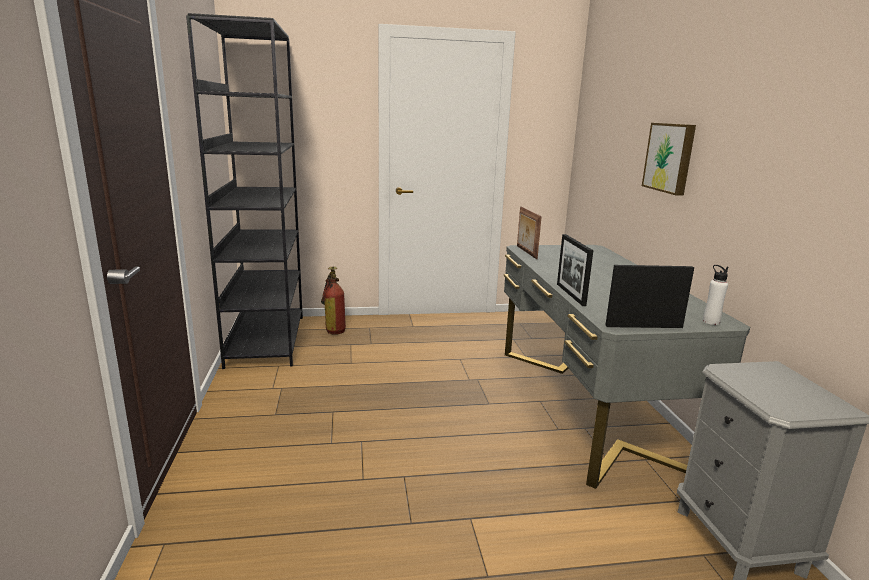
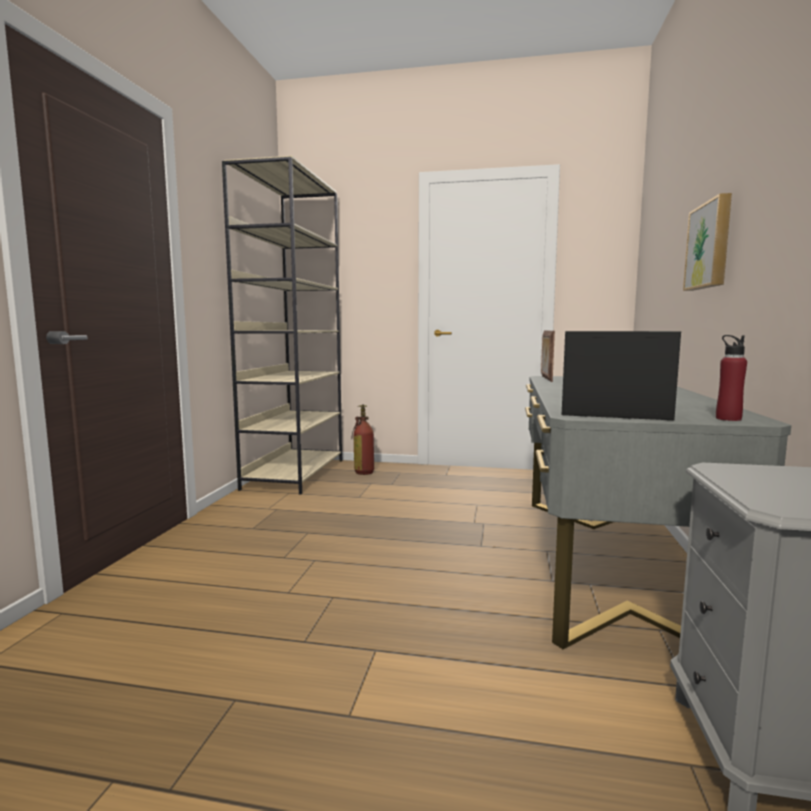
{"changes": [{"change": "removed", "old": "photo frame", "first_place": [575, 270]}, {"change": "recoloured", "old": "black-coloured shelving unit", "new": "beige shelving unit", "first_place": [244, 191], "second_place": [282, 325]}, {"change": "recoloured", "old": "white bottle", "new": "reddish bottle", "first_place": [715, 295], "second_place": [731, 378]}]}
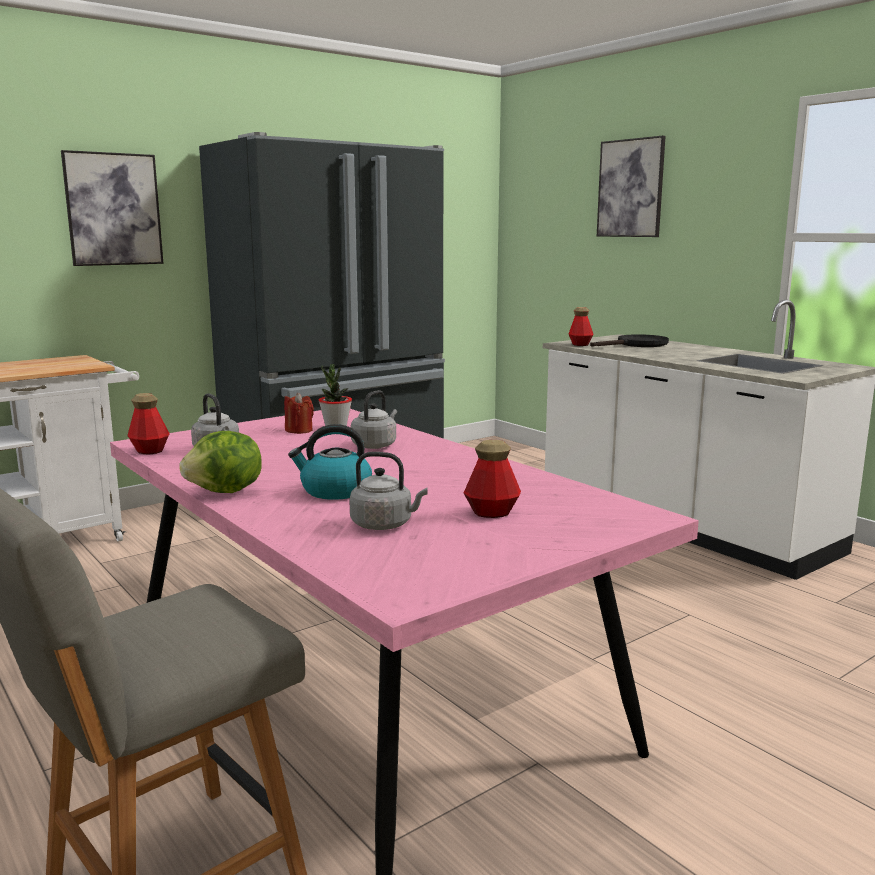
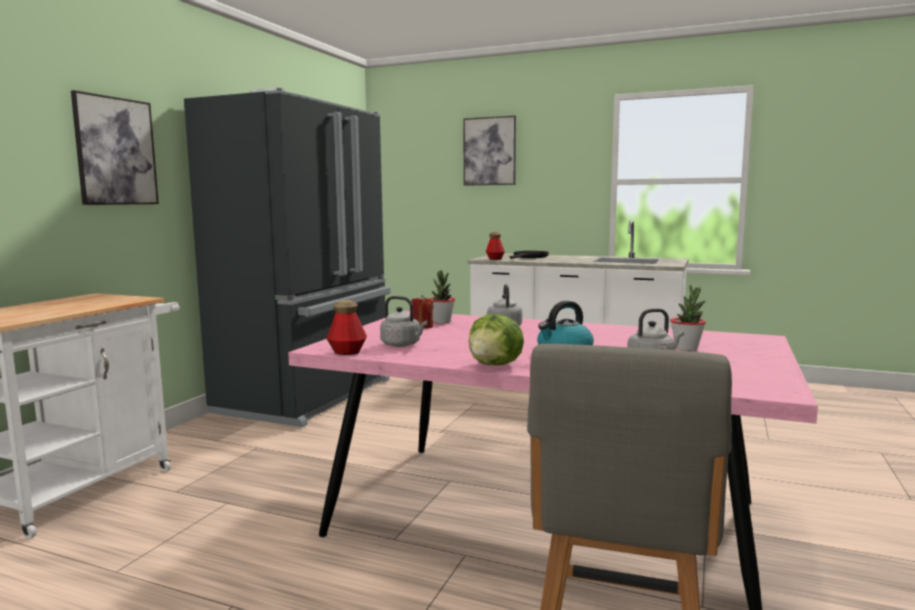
{"changes": [{"change": "replaced", "old": "bottle", "new": "houseplant", "first_place": [492, 479], "second_place": [688, 318]}]}
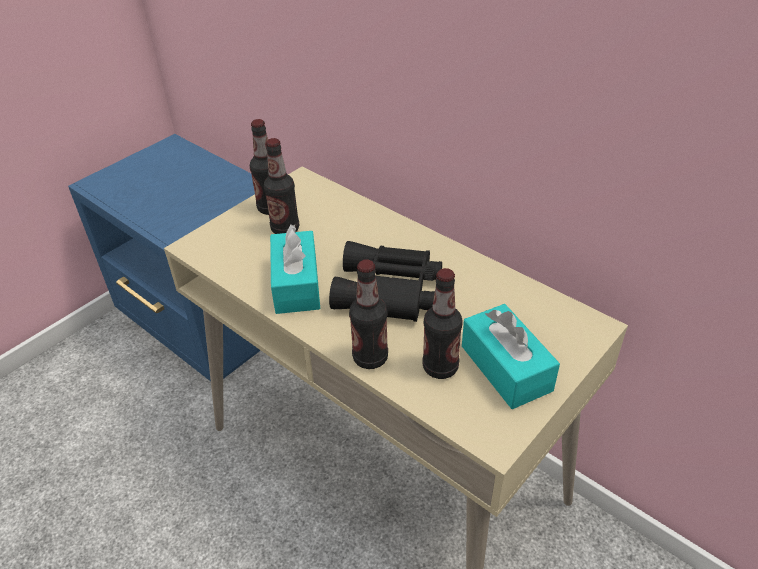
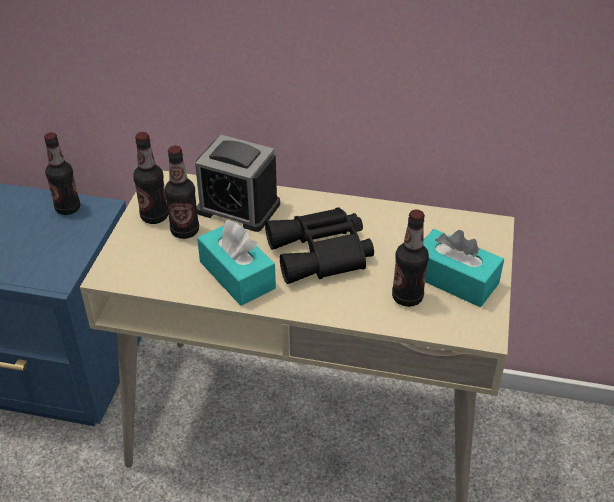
{"changes": [{"change": "added", "new": "alarm clock", "second_place": [237, 183]}, {"change": "moved", "old": "bottle", "first_place": [368, 314], "second_place": [62, 173]}]}
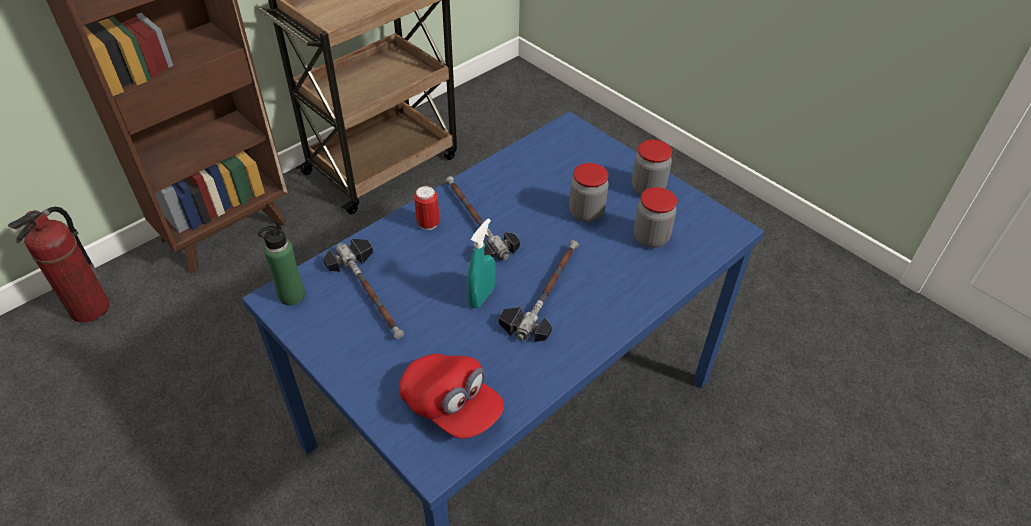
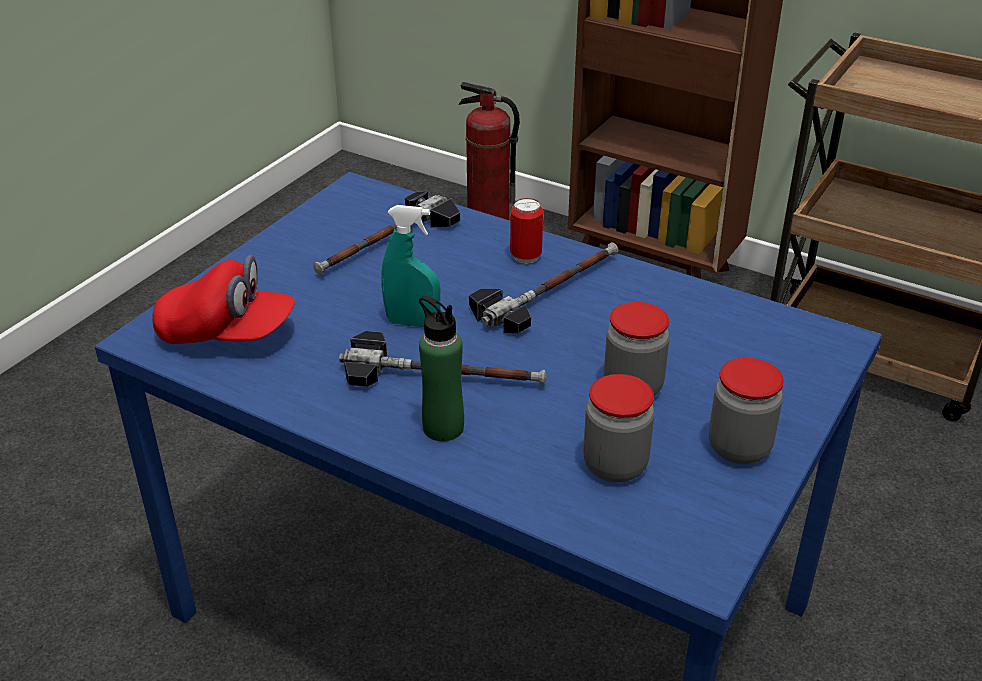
{"changes": [{"change": "moved", "old": "greenish bottle", "first_place": [281, 263], "second_place": [441, 368]}, {"change": "turned", "old": "reddish baseball cap", "first_place": [451, 396], "second_place": [223, 299], "degrees": -105}]}
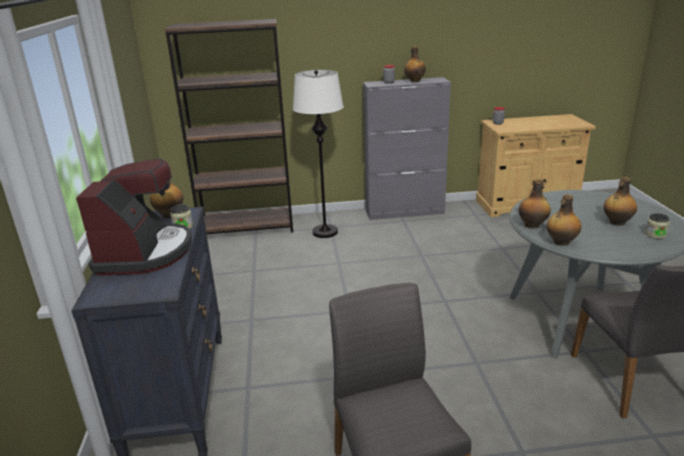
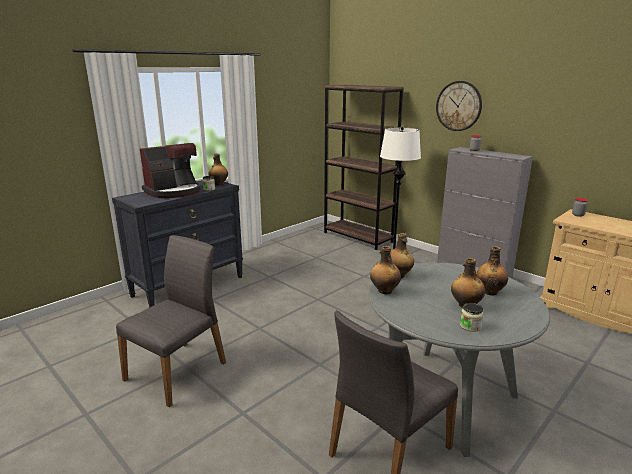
{"changes": [{"change": "added", "new": "wall clock", "second_place": [459, 106]}, {"change": "moved", "old": "bottle", "first_place": [415, 64], "second_place": [492, 271]}]}
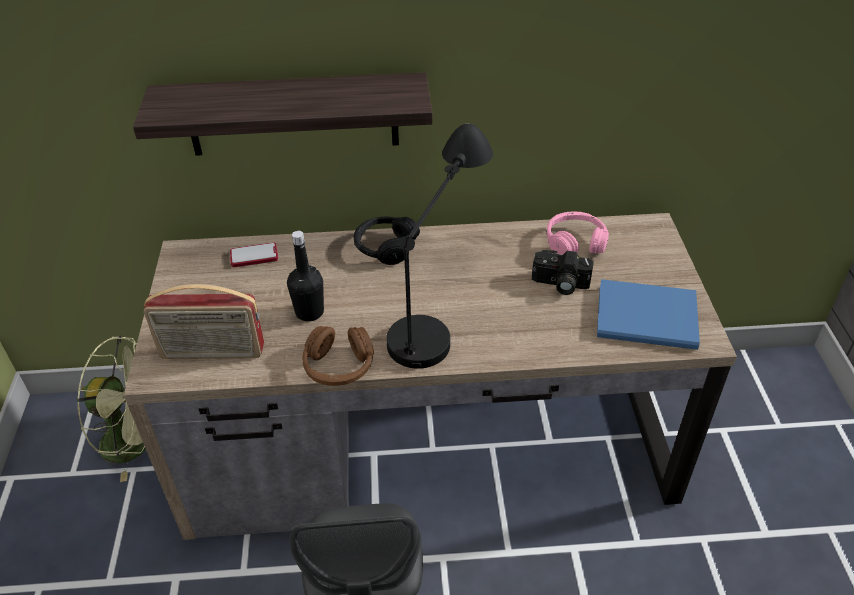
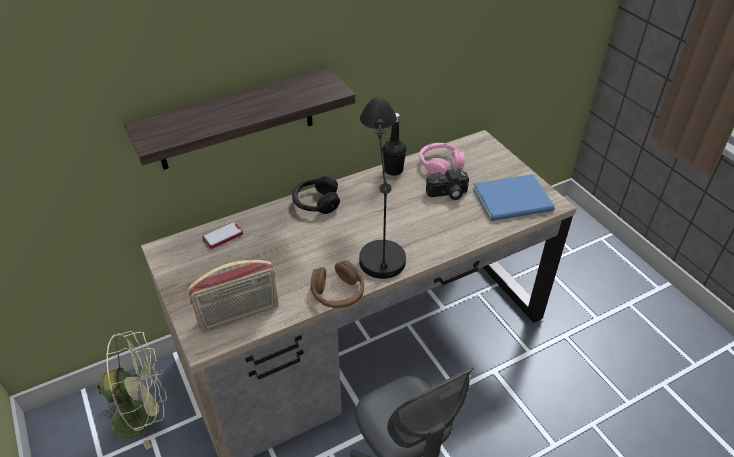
{"changes": [{"change": "moved", "old": "black-coloured bottle", "first_place": [305, 276], "second_place": [394, 144]}]}
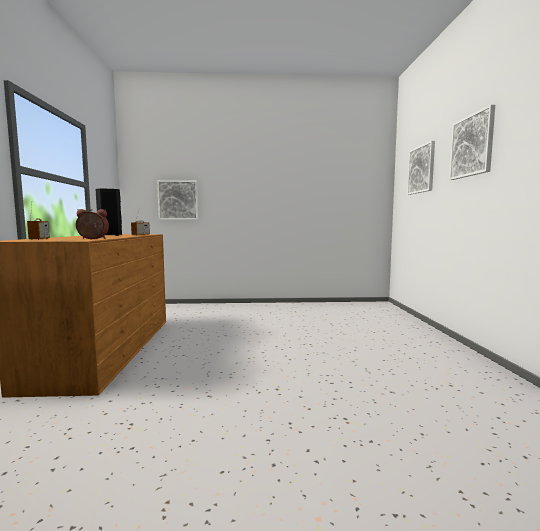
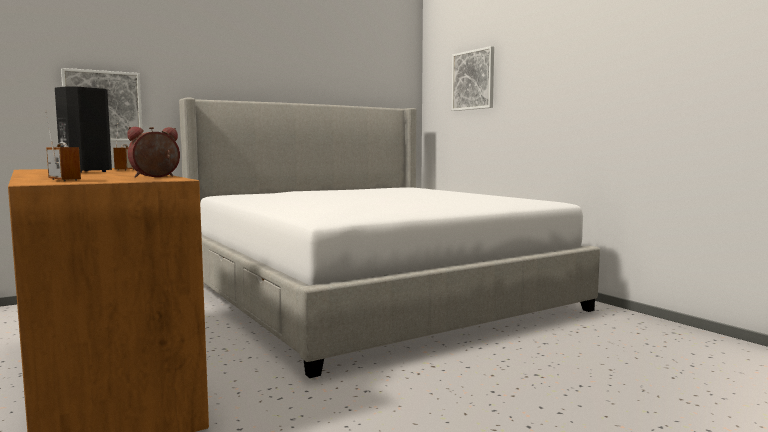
{"changes": [{"change": "removed", "old": "wall art", "first_place": [472, 142]}, {"change": "added", "new": "bedroom bed", "second_place": [389, 238]}]}
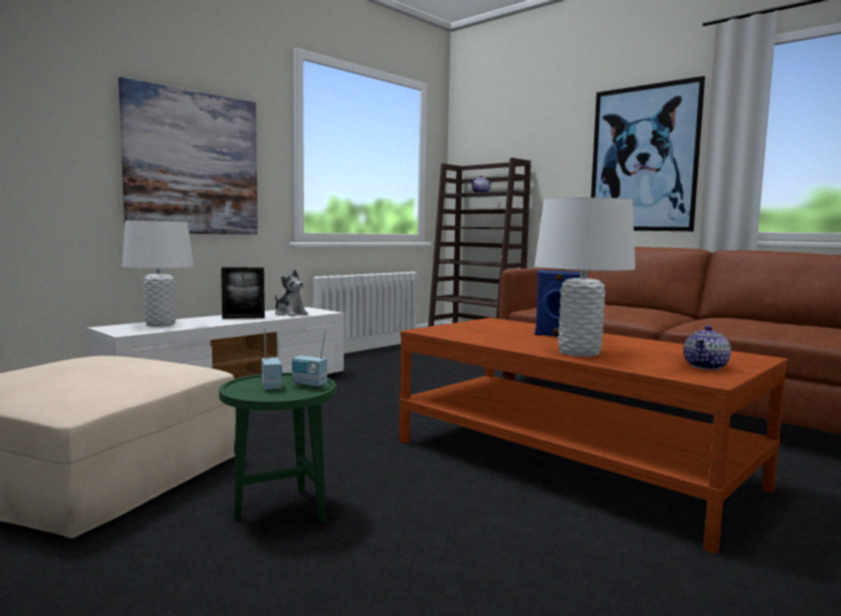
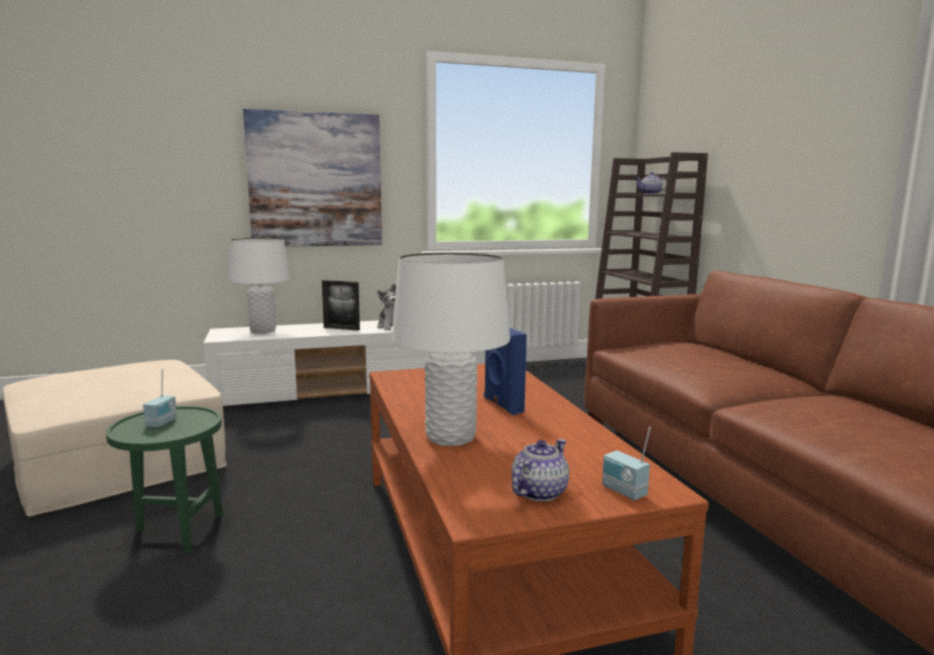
{"changes": [{"change": "removed", "old": "wall art", "first_place": [648, 153]}, {"change": "moved", "old": "radio receiver", "first_place": [309, 358], "second_place": [626, 463]}, {"change": "turned", "old": "pot for tea", "first_place": [707, 347], "second_place": [540, 470], "degrees": 150}]}
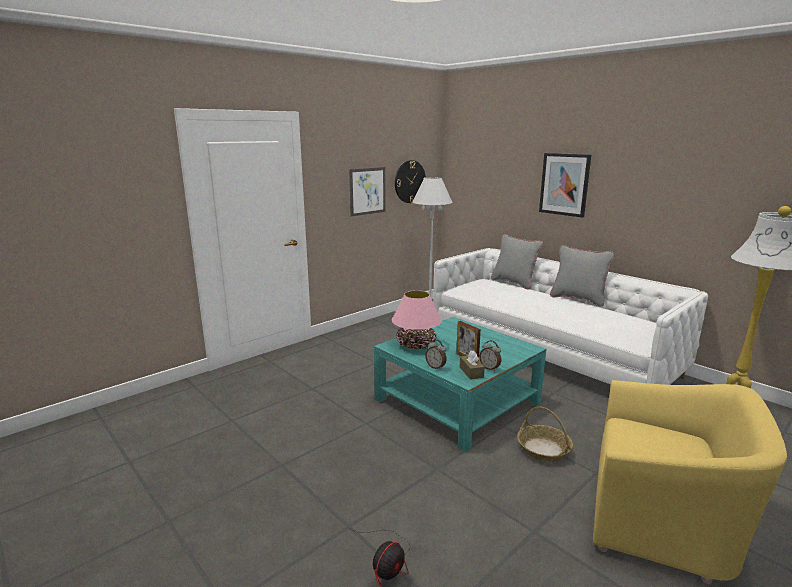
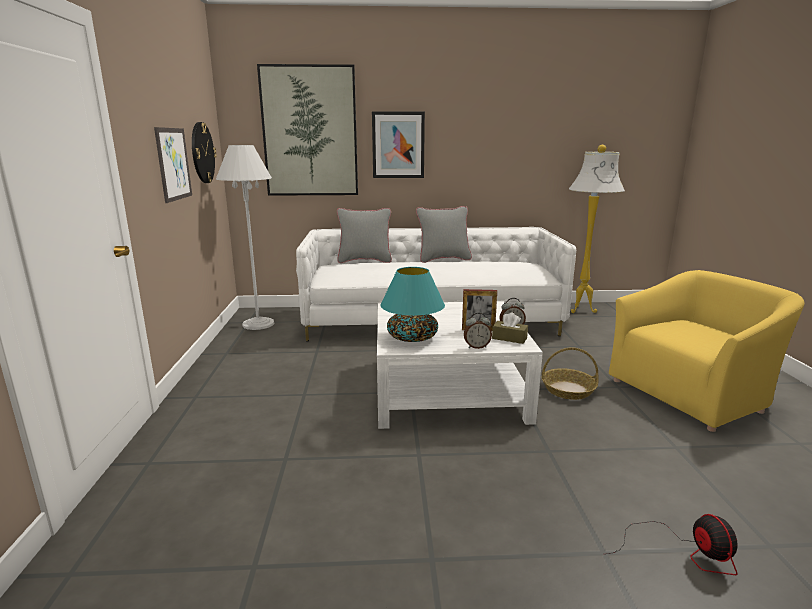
{"changes": [{"change": "added", "new": "wall art", "second_place": [307, 130]}, {"change": "recoloured", "old": "blue-green low table", "new": "white low table", "first_place": [460, 384], "second_place": [460, 365]}, {"change": "recoloured", "old": "pinkish table lamp", "new": "blue-green table lamp", "first_place": [417, 319], "second_place": [412, 304]}]}
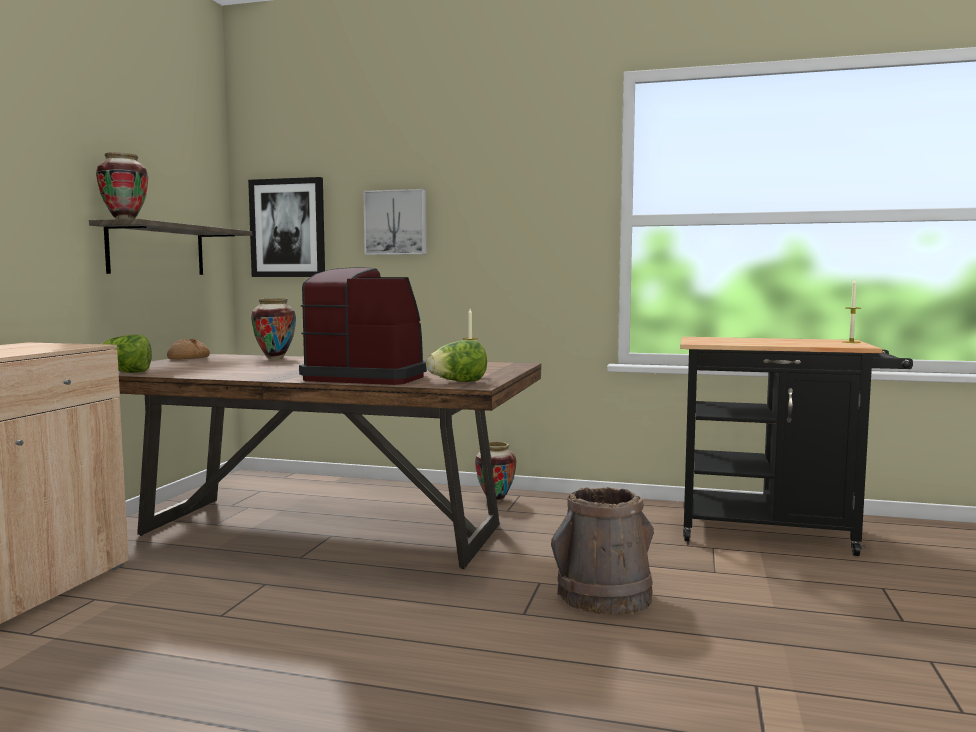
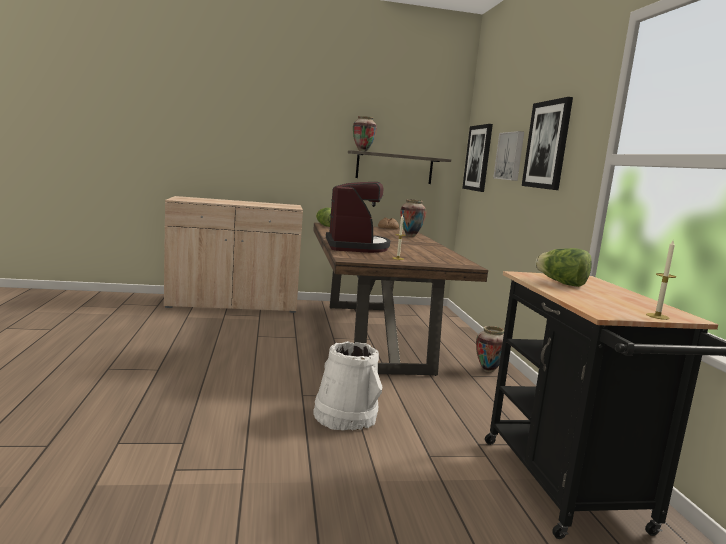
{"changes": [{"change": "added", "new": "wall art", "second_place": [547, 143]}, {"change": "moved", "old": "lettuce", "first_place": [456, 361], "second_place": [563, 267]}, {"change": "recoloured", "old": "brown bucket", "new": "white bucket", "first_place": [602, 551], "second_place": [347, 385]}]}
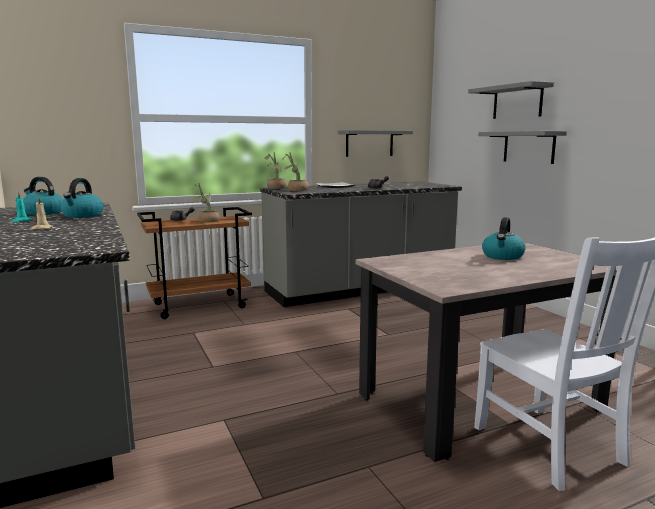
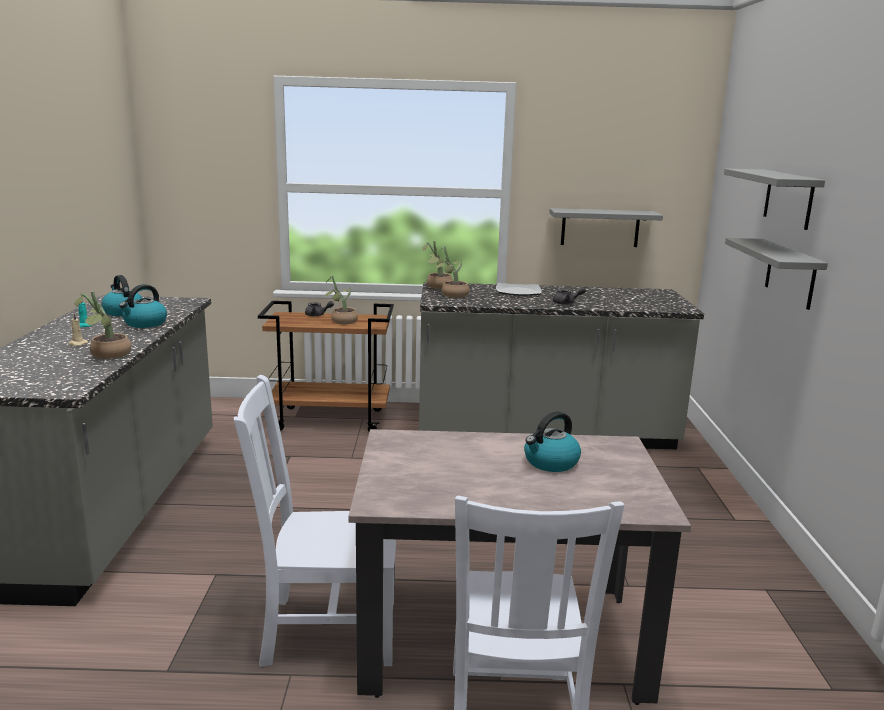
{"changes": [{"change": "added", "new": "houseplant", "second_place": [102, 325]}, {"change": "added", "new": "white upright chair", "second_place": [315, 521]}]}
